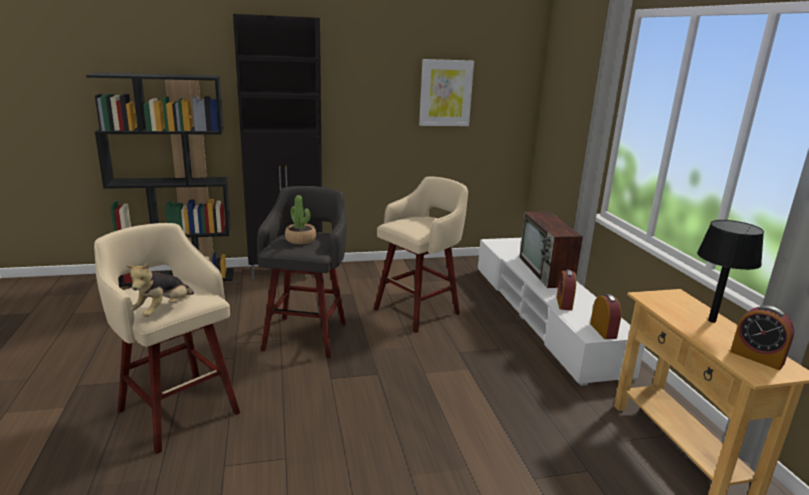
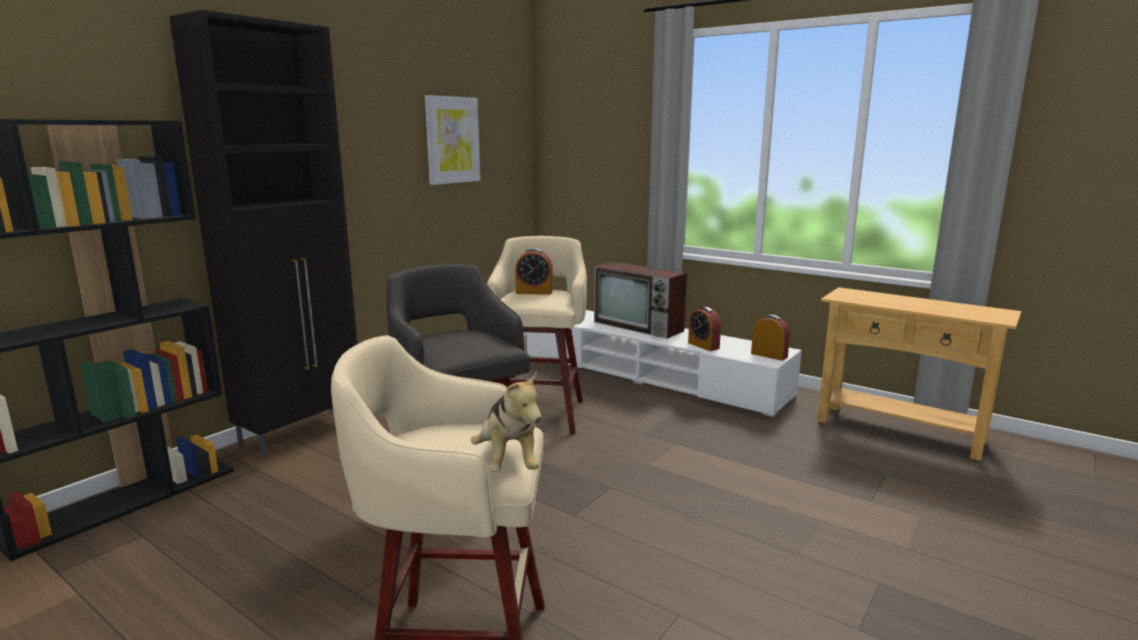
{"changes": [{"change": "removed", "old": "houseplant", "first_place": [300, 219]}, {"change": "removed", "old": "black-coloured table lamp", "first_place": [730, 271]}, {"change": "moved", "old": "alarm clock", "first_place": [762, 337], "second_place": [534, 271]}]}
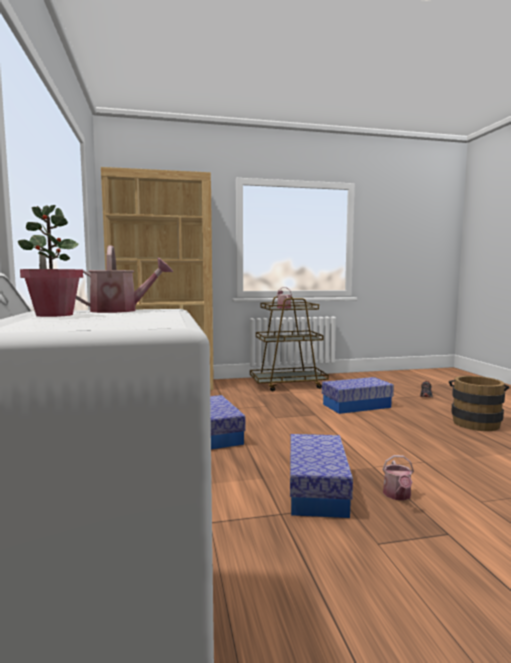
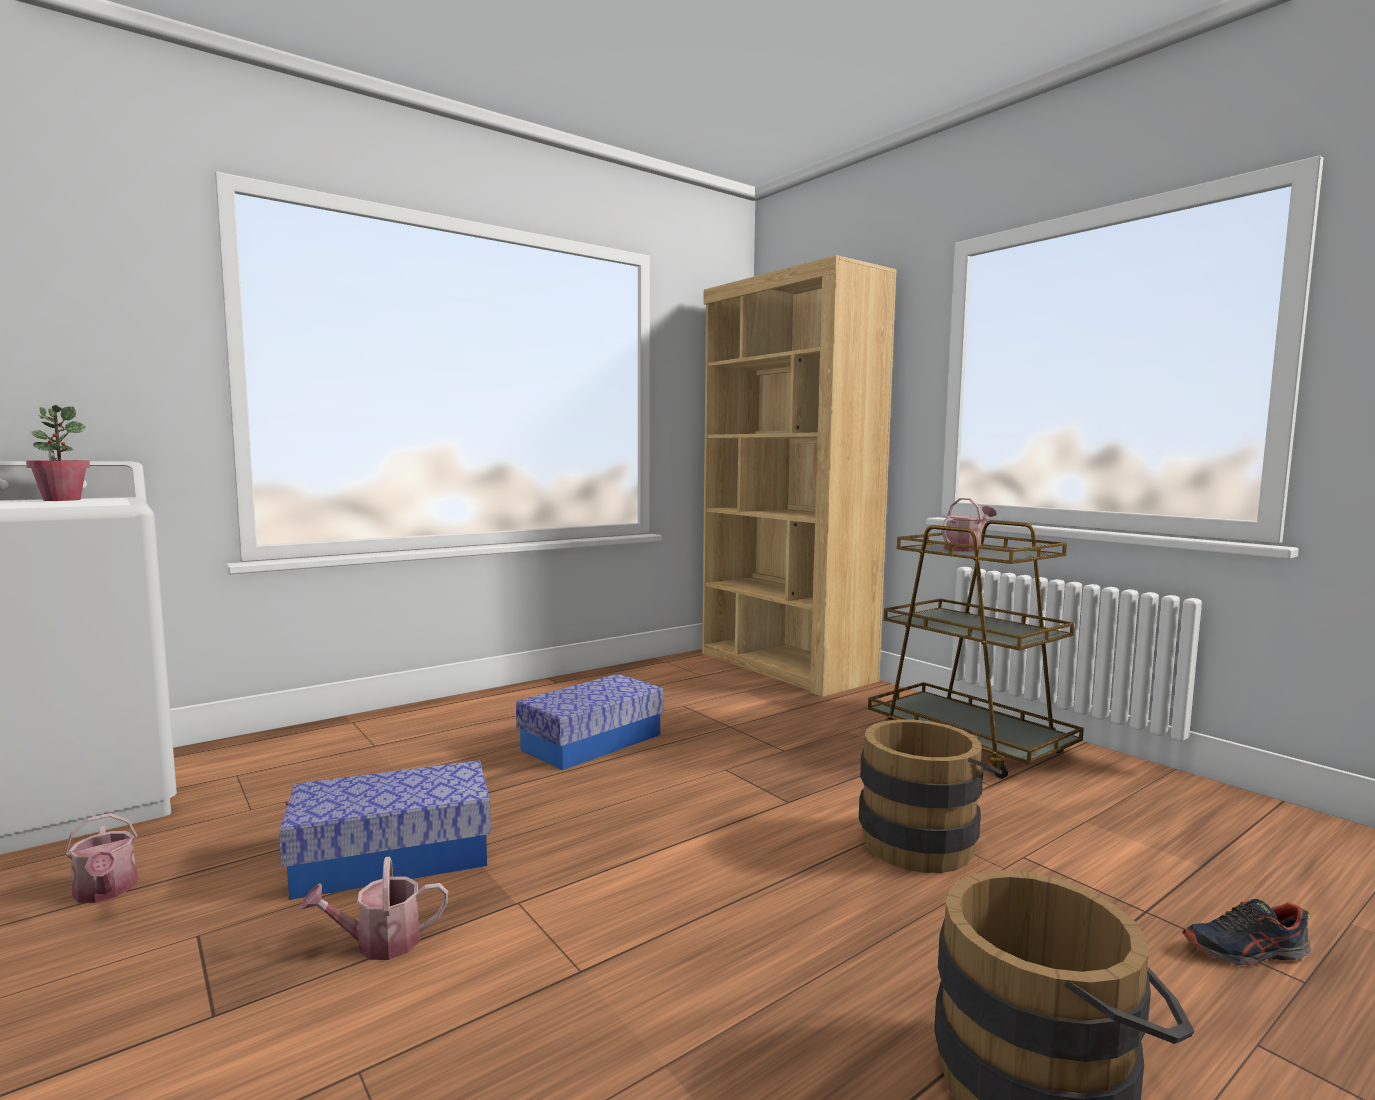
{"changes": [{"change": "moved", "old": "sprinkling can", "first_place": [124, 279], "second_place": [101, 858]}, {"change": "replaced", "old": "storage bin", "new": "brown bucket", "first_place": [358, 395], "second_place": [931, 796]}]}
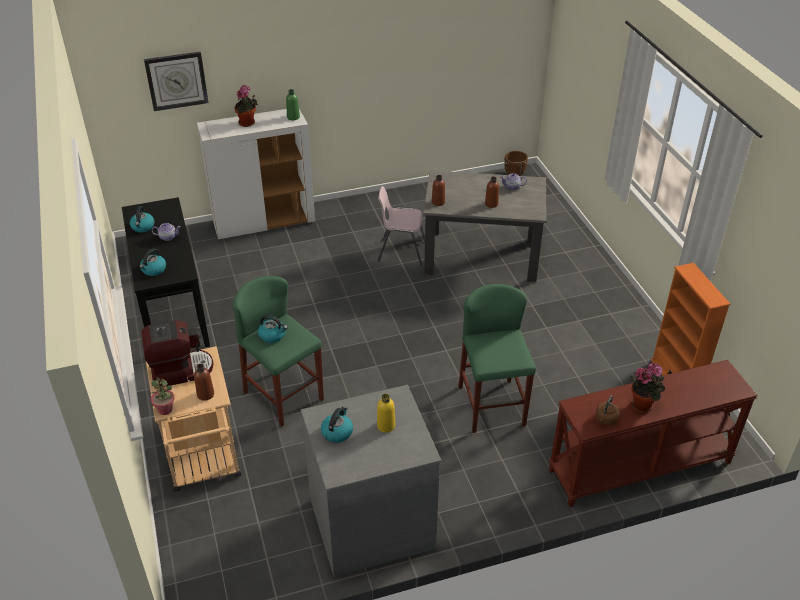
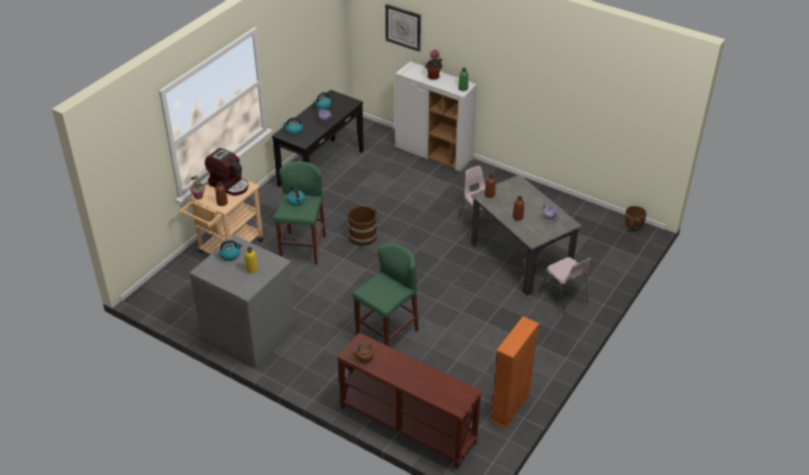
{"changes": [{"change": "removed", "old": "houseplant", "first_place": [647, 388]}, {"change": "added", "new": "brown bucket", "second_place": [363, 226]}, {"change": "added", "new": "pinkish upright chair", "second_place": [565, 286]}]}
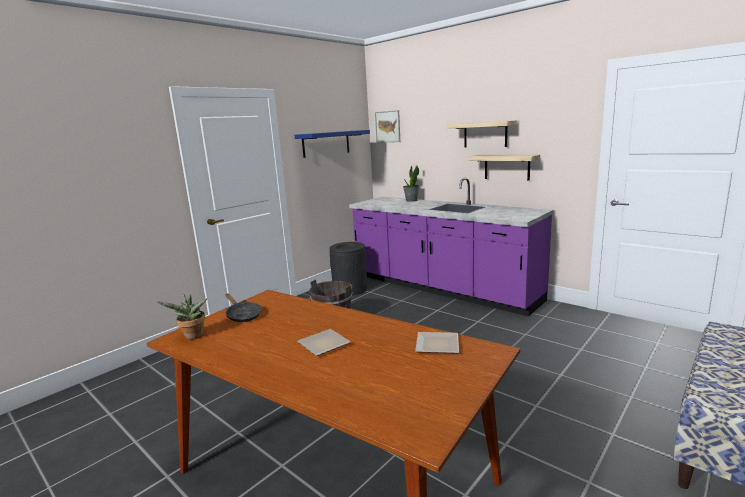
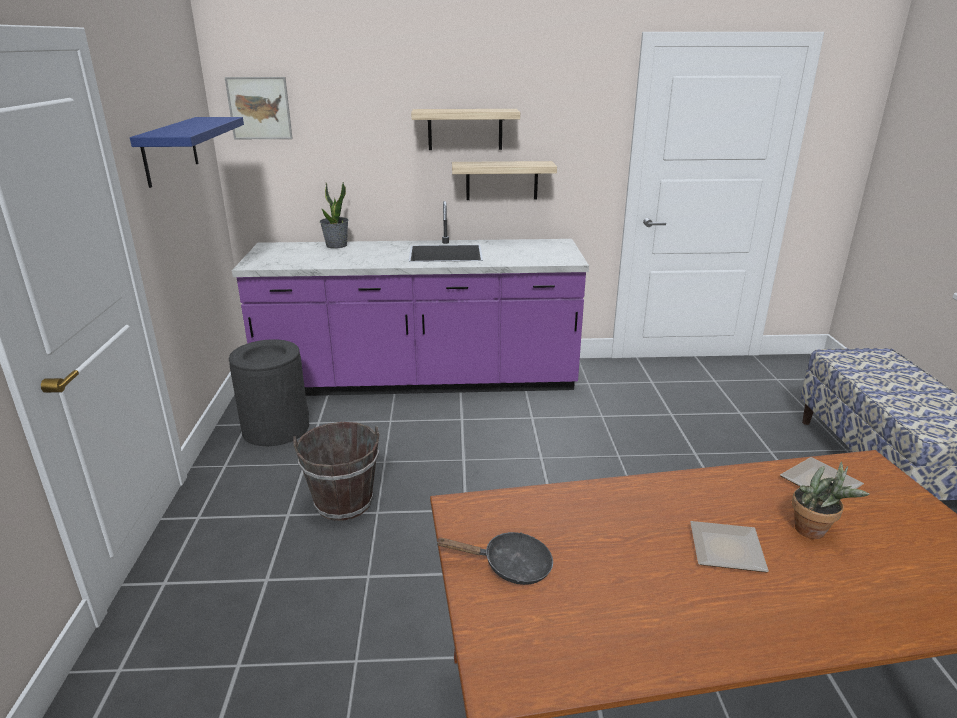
{"changes": [{"change": "moved", "old": "houseplant", "first_place": [182, 317], "second_place": [830, 500]}]}
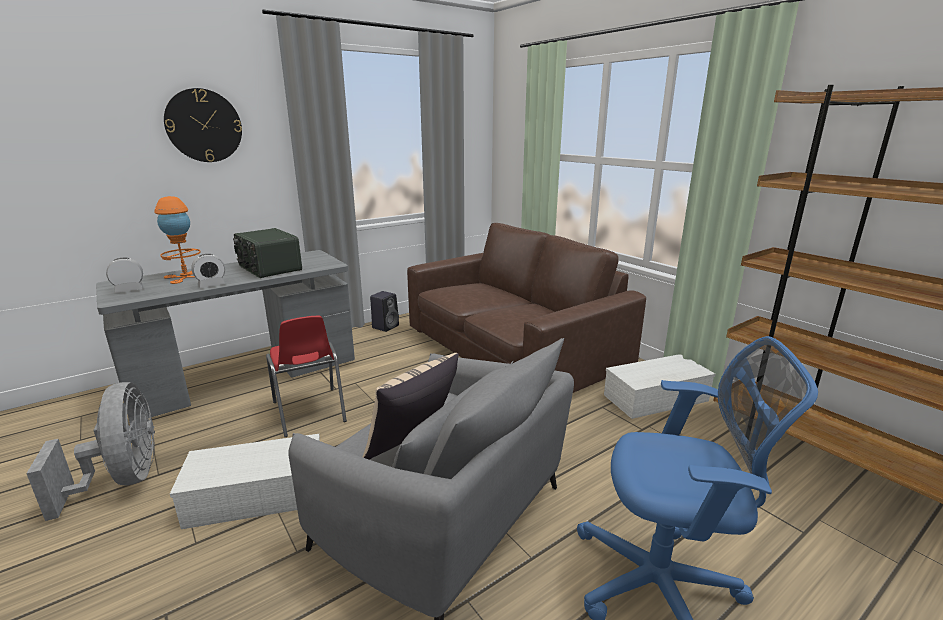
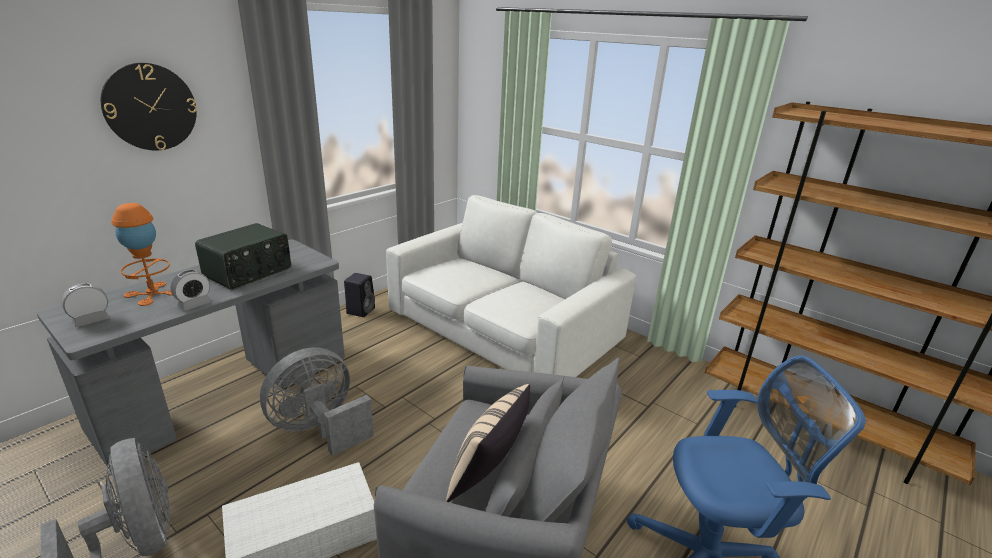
{"changes": [{"change": "removed", "old": "white storage bin", "first_place": [659, 386]}, {"change": "replaced", "old": "reddish upright chair", "new": "greyish fan", "first_place": [306, 376], "second_place": [317, 401]}, {"change": "recoloured", "old": "brown settee", "new": "white settee", "first_place": [526, 308], "second_place": [511, 286]}, {"change": "turned", "old": "radio receiver", "first_place": [267, 253], "second_place": [243, 256], "degrees": -90}]}
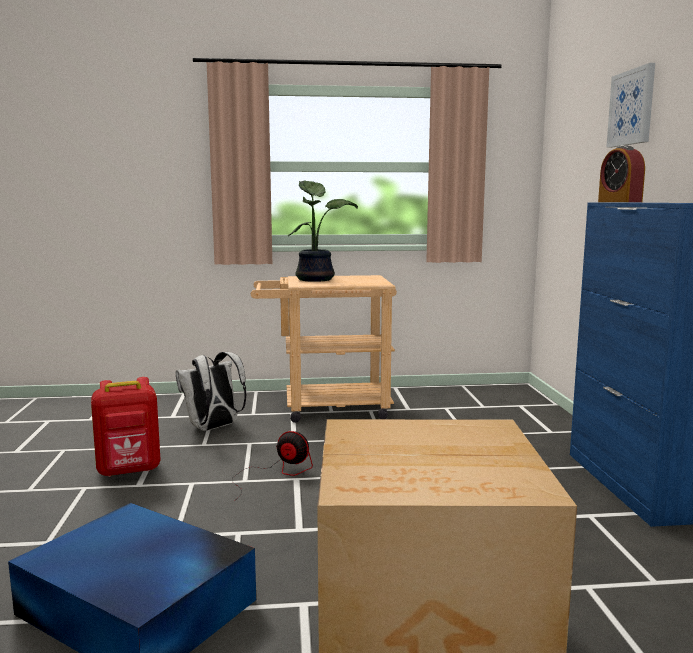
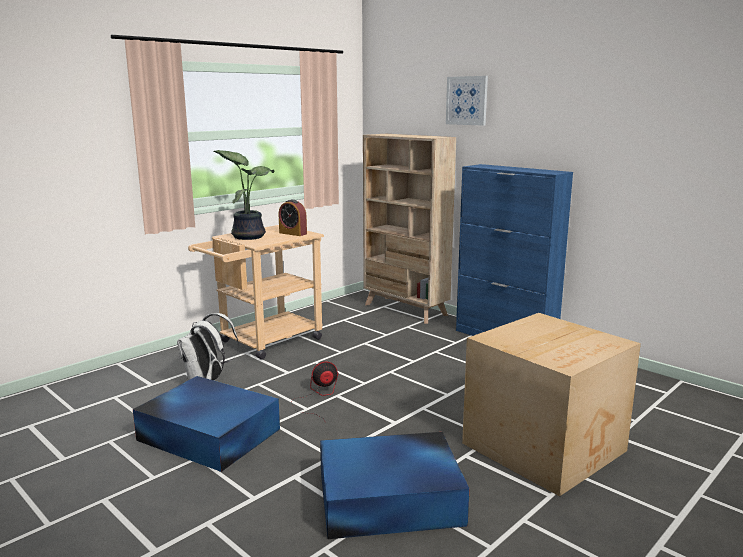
{"changes": [{"change": "added", "new": "beige shelving unit", "second_place": [409, 229]}, {"change": "moved", "old": "alarm clock", "first_place": [621, 173], "second_place": [292, 217]}, {"change": "replaced", "old": "reddish rucksack", "new": "blue-coloured storage bin", "first_place": [126, 427], "second_place": [206, 424]}]}
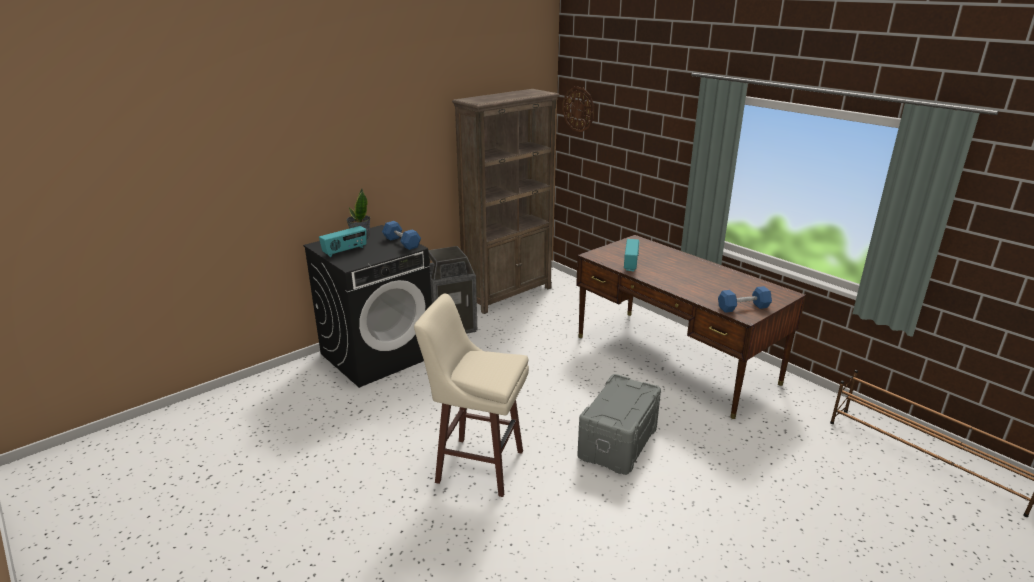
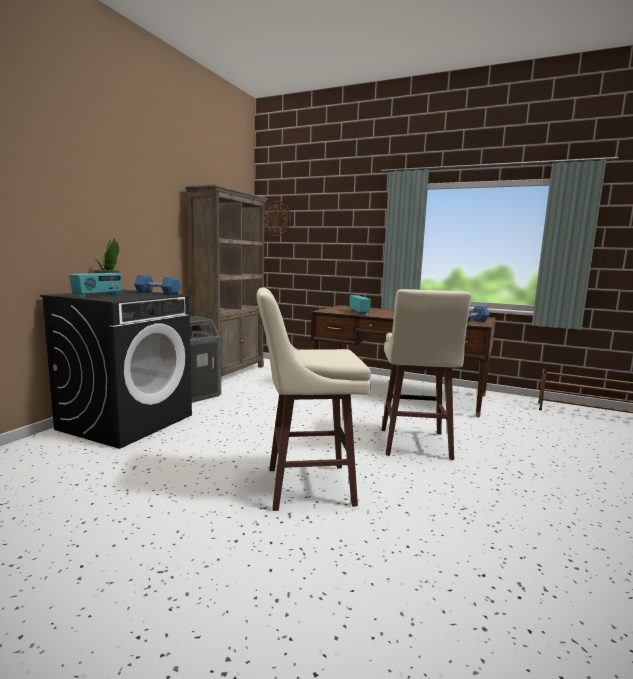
{"changes": [{"change": "replaced", "old": "greyish storage bin", "new": "beige sitting stool", "first_place": [619, 424], "second_place": [426, 374]}]}
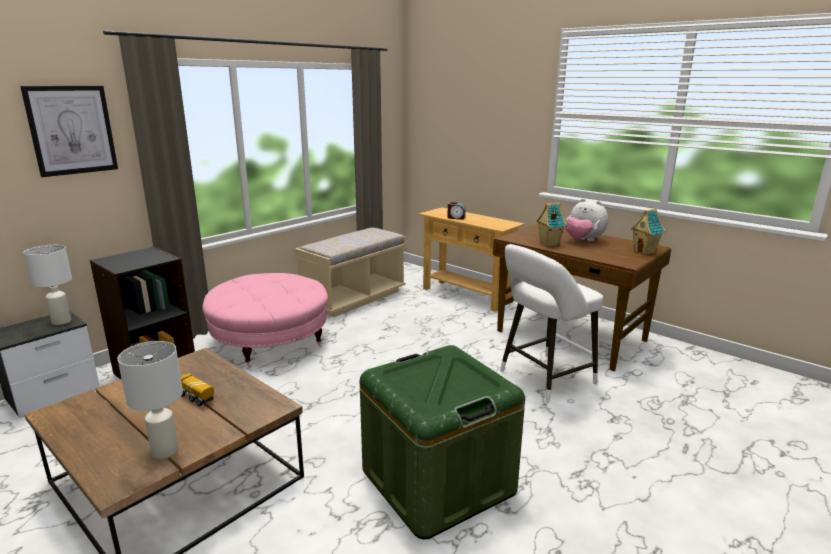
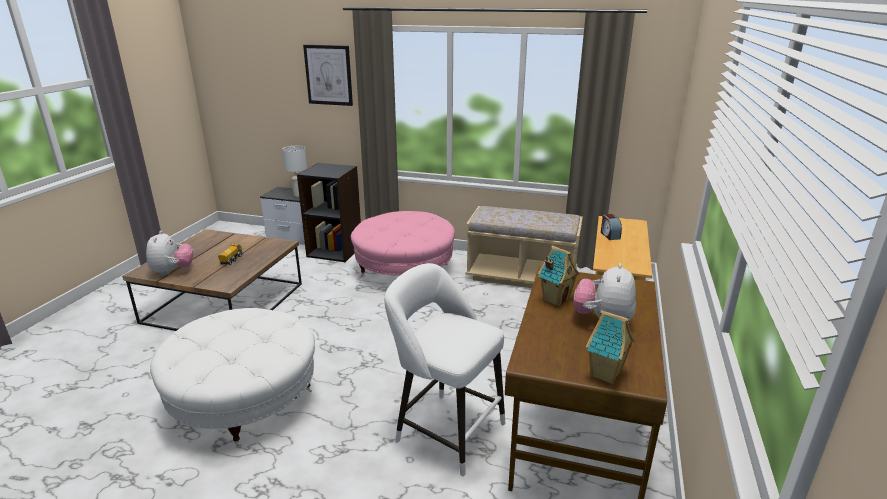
{"changes": [{"change": "replaced", "old": "white table lamp", "new": "plush toy", "first_place": [150, 400], "second_place": [170, 253]}, {"change": "replaced", "old": "greenish storage bin", "new": "white pouffe", "first_place": [442, 442], "second_place": [232, 377]}]}
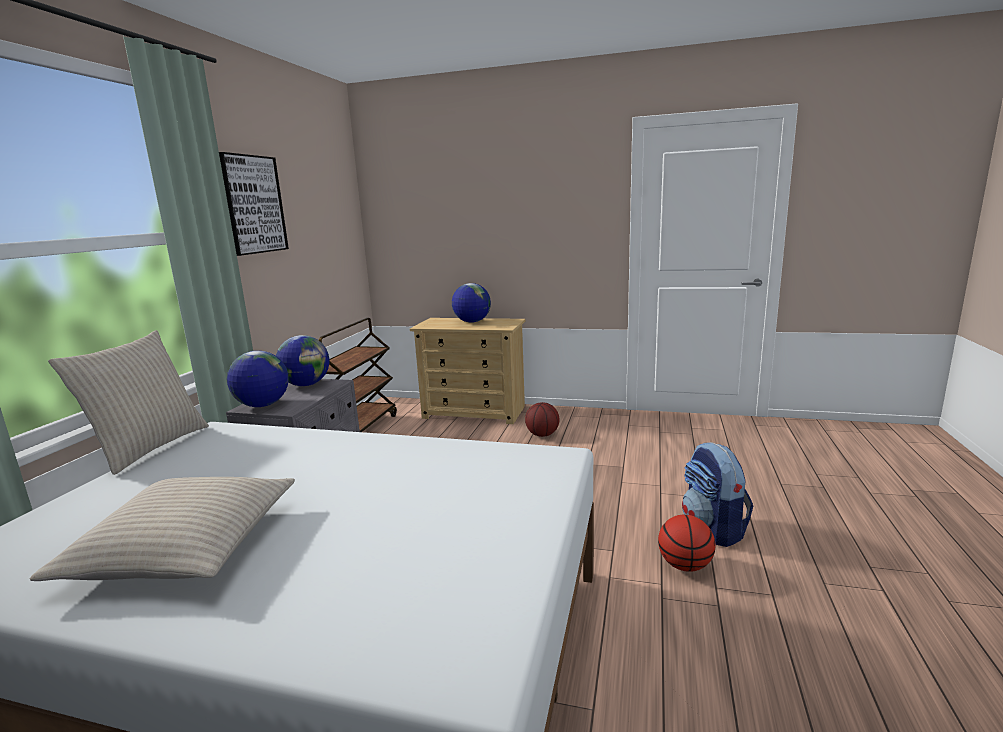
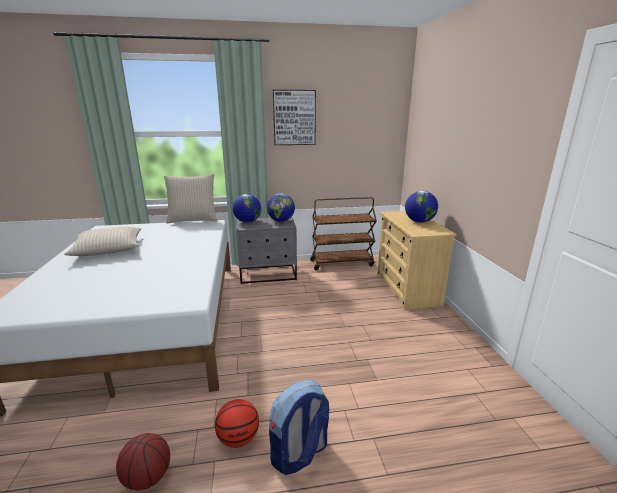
{"changes": [{"change": "moved", "old": "basketball", "first_place": [542, 419], "second_place": [143, 461]}]}
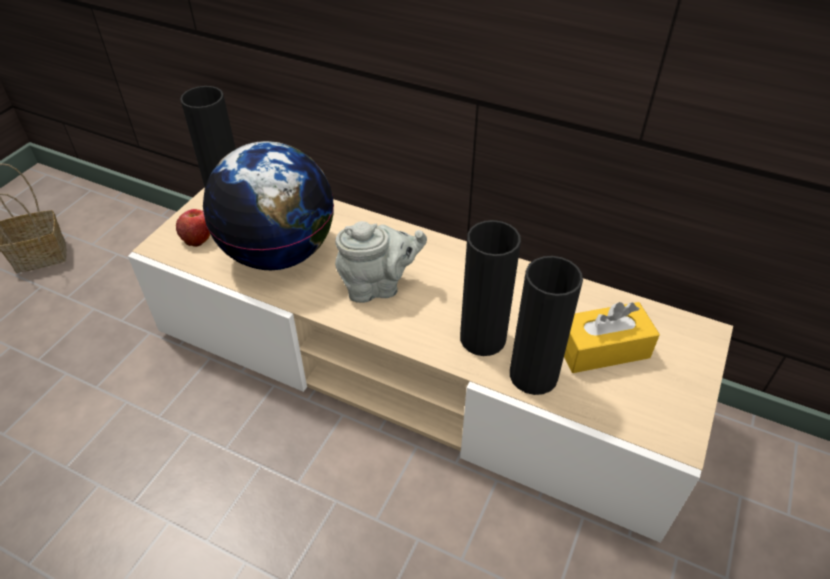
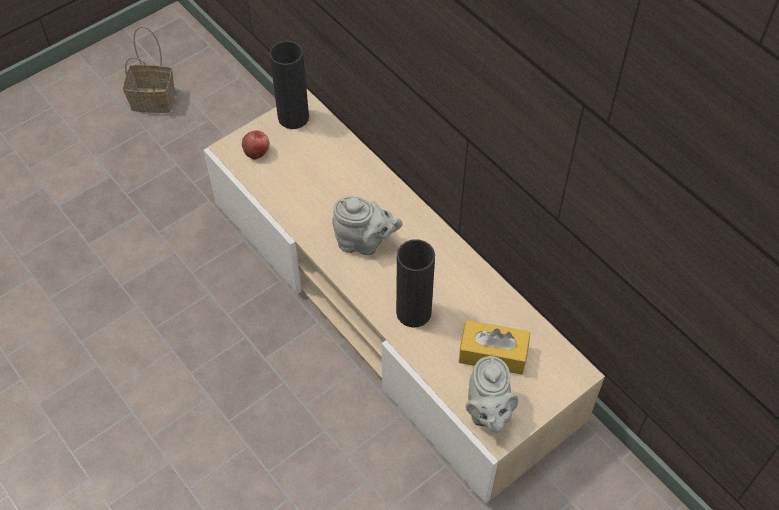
{"changes": [{"change": "removed", "old": "desk globe", "first_place": [268, 205]}, {"change": "removed", "old": "black-coloured decorative vase", "first_place": [546, 325]}, {"change": "added", "new": "greyish pot for tea", "second_place": [492, 394]}]}
